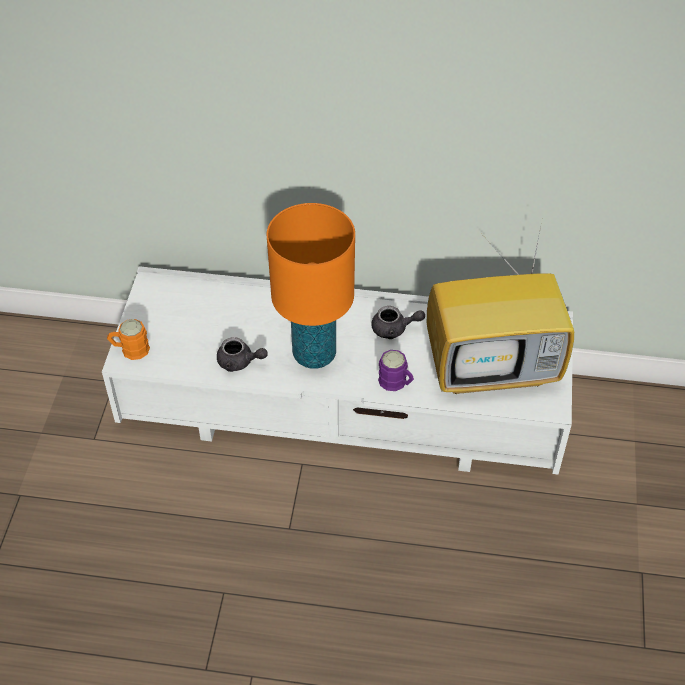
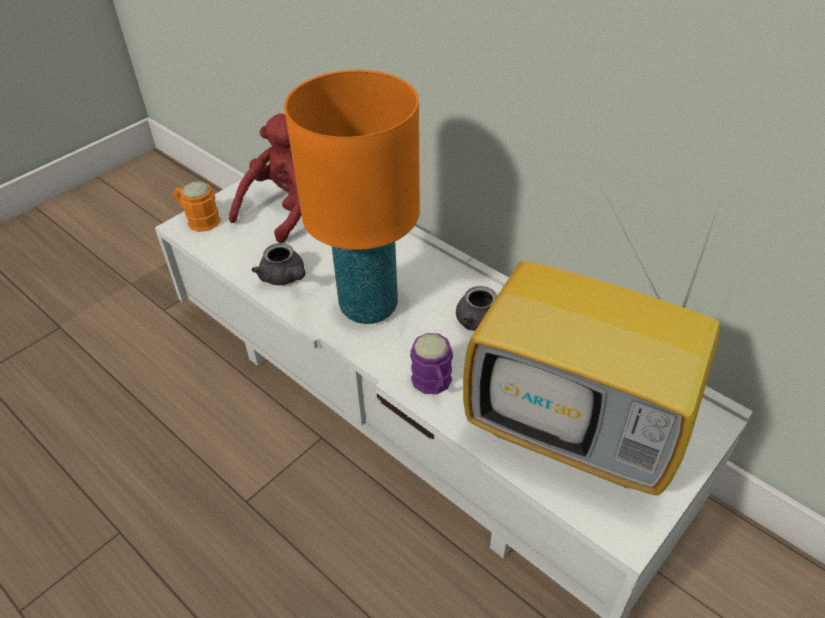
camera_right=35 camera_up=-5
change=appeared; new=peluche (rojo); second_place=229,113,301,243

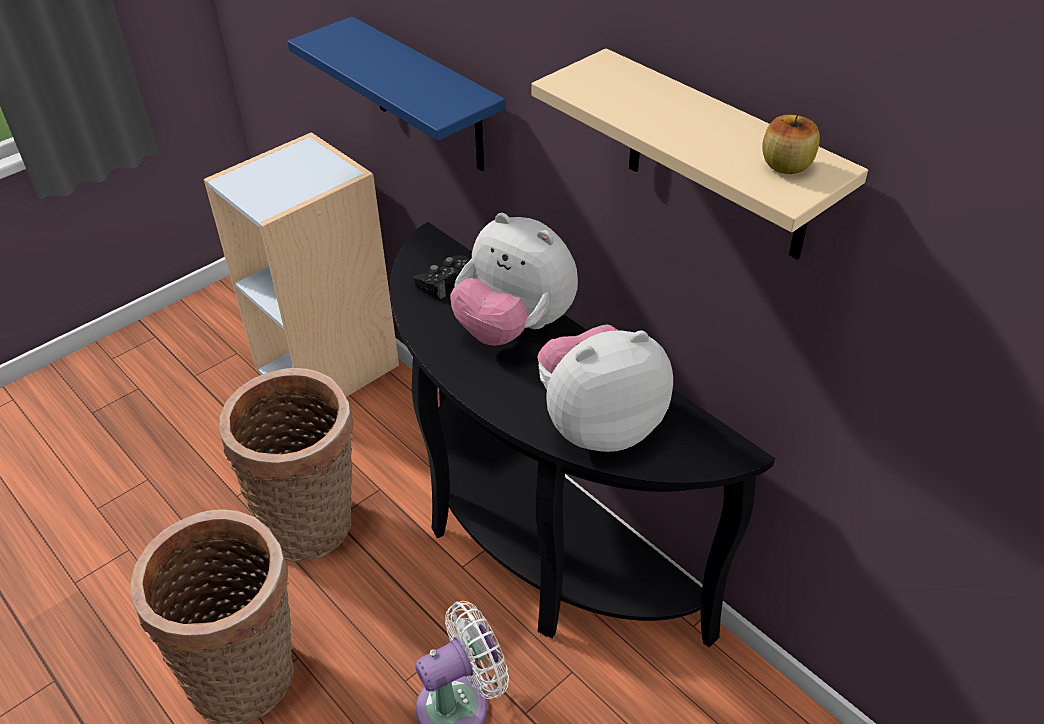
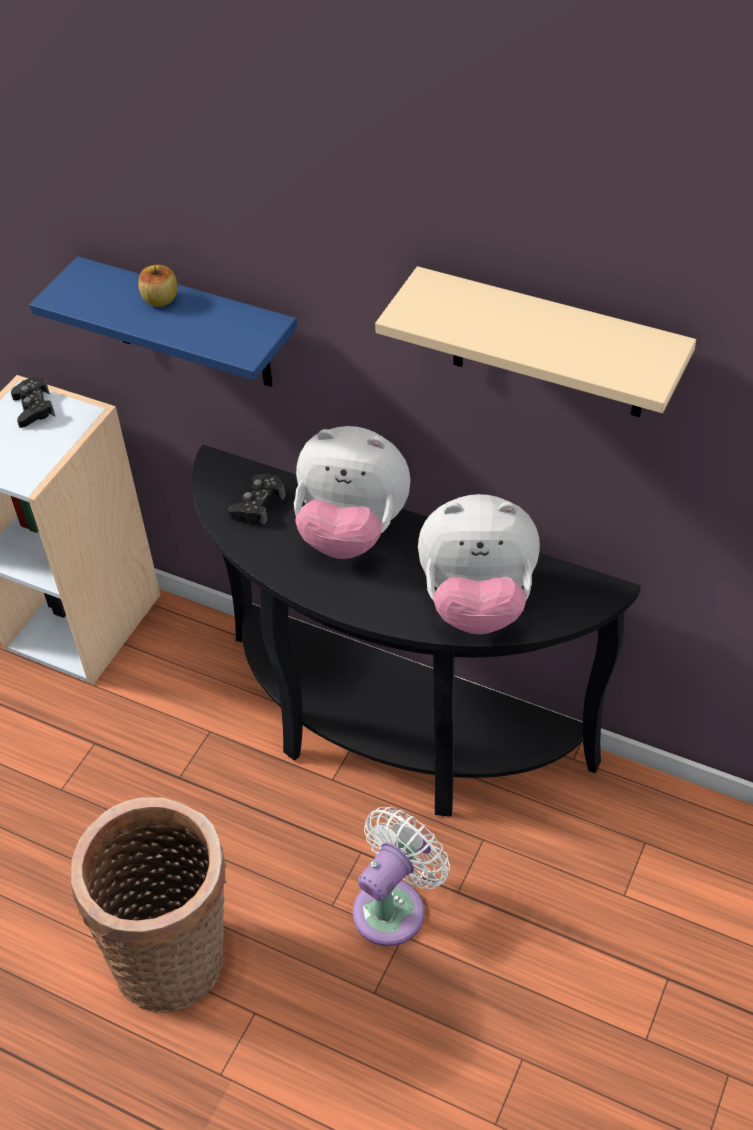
camera_right=-20 camera_up=5
change=missing; old=cesta; first_place=219,368,353,562
change=appeared; new=mando de consola (negro); second_place=11,377,55,428
change=relocated; old=manzana; first_place=762,113,820,174; second_place=138,265,178,307
change=spun; old=peluche; first_place=537,324,673,452; second_place=418,494,540,634; degrees=-135

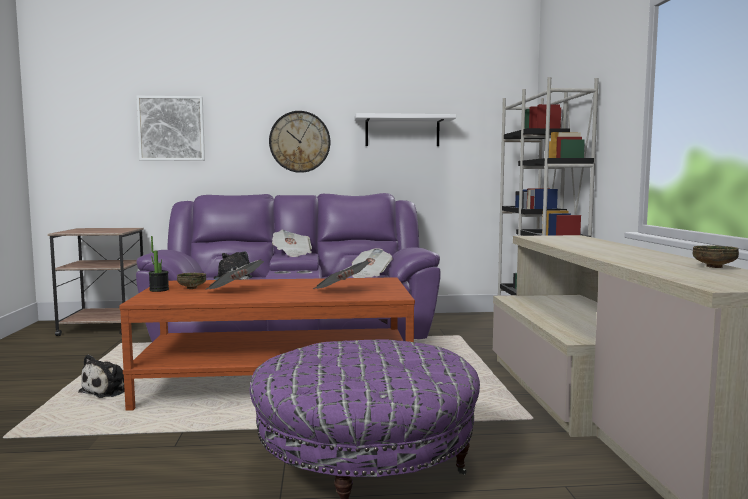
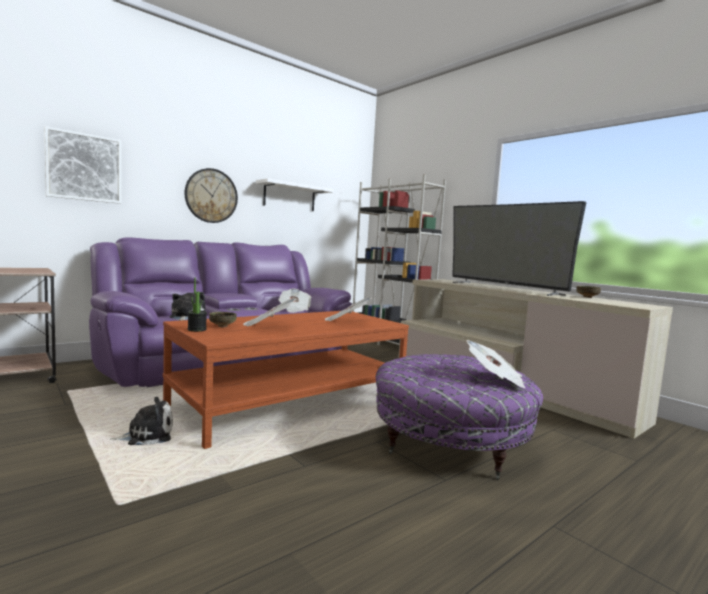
camera_right=-35 camera_up=0
change=appeared; new=televisor; second_place=452,201,587,296
change=relocated; old=periódico; first_place=272,229,312,257; second_place=466,340,526,389
change=spun; old=peluche; first_place=78,355,125,398; second_place=110,397,173,445; degrees=-105

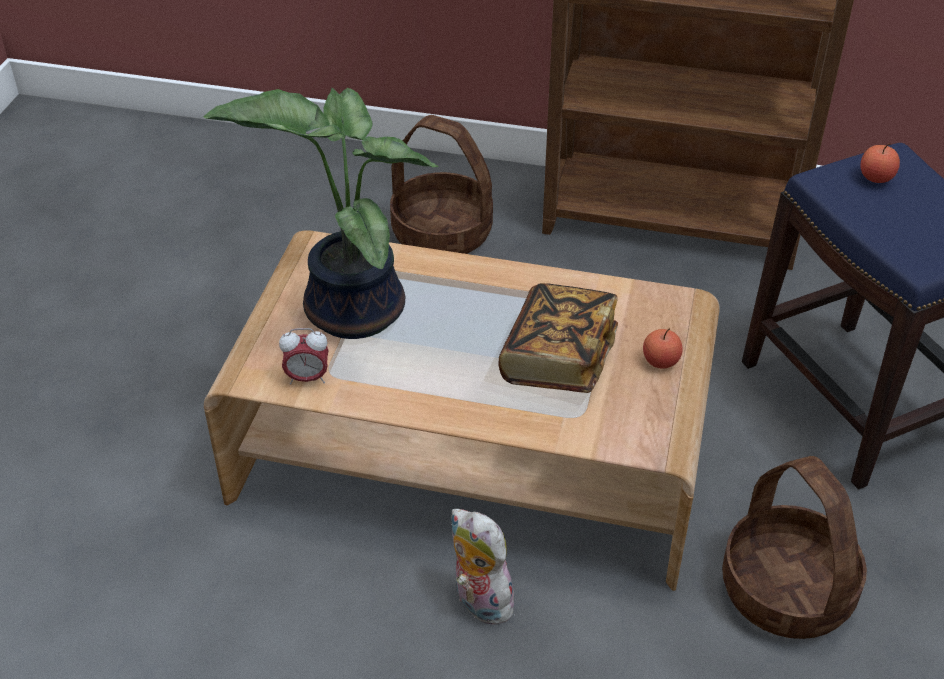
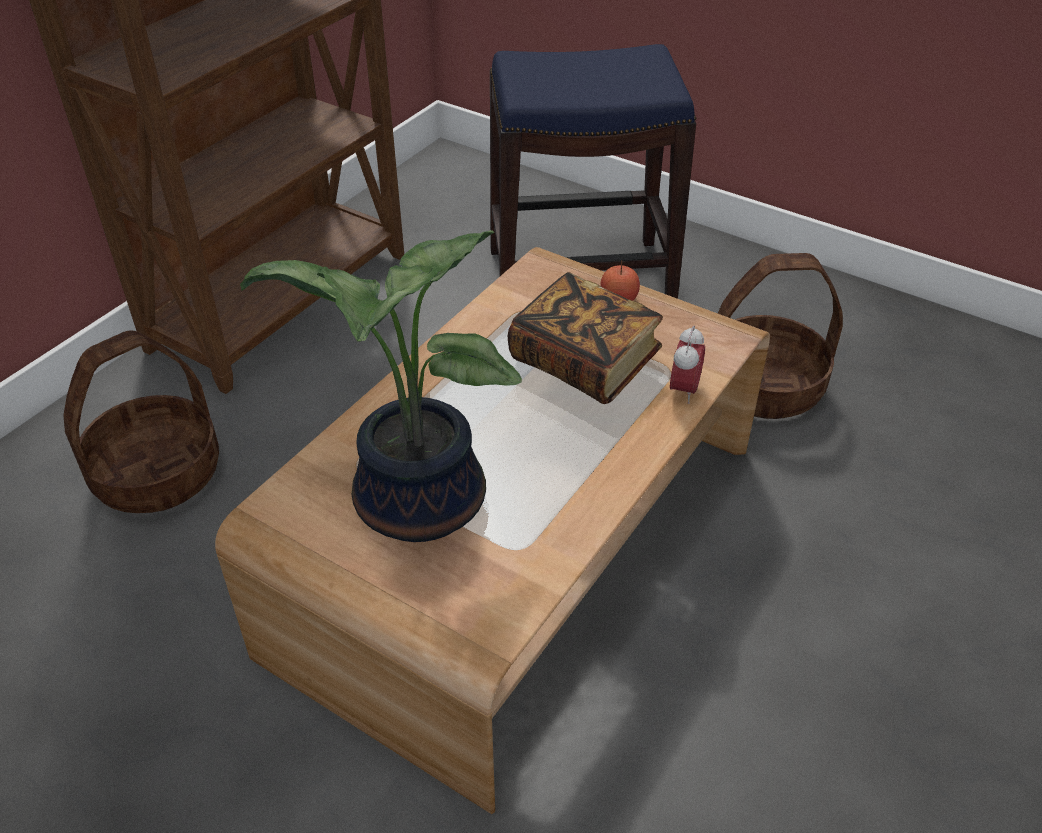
camera_right=-70 camera_up=0
change=missing; old=peluche; first_place=451,509,520,625
change=missing; old=manzana; first_place=860,143,900,183
change=relocated; old=despertador; first_place=279,328,329,384; second_place=670,326,705,404

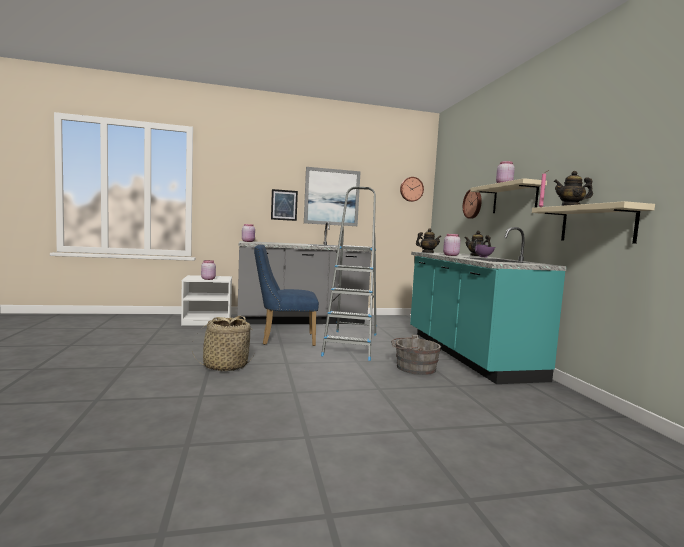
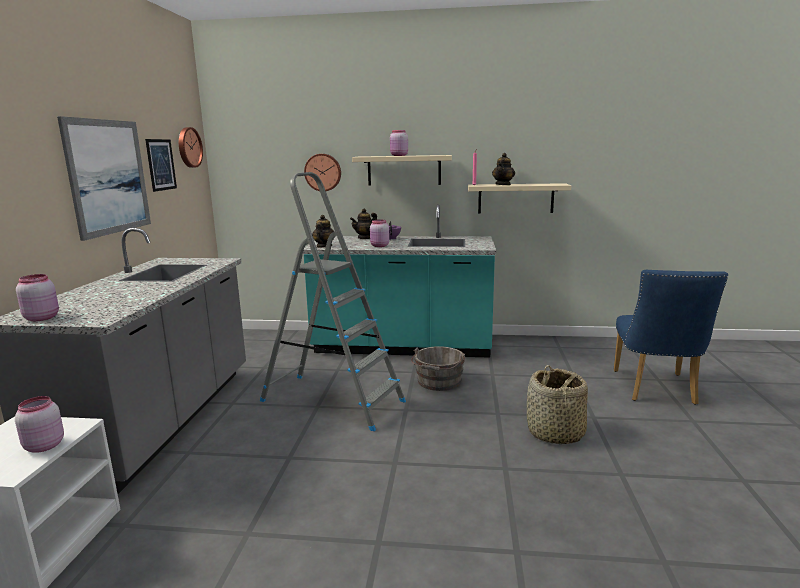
camera_right=-70 camera_up=10
change=relocated; old=cesta; first_place=192,316,253,371; second_place=527,365,588,444
change=relocated; old=silla (azul); first_place=254,245,319,346; second_place=614,270,728,405
change=relocated; old=cuadro; first_place=271,189,298,221; second_place=145,139,177,192

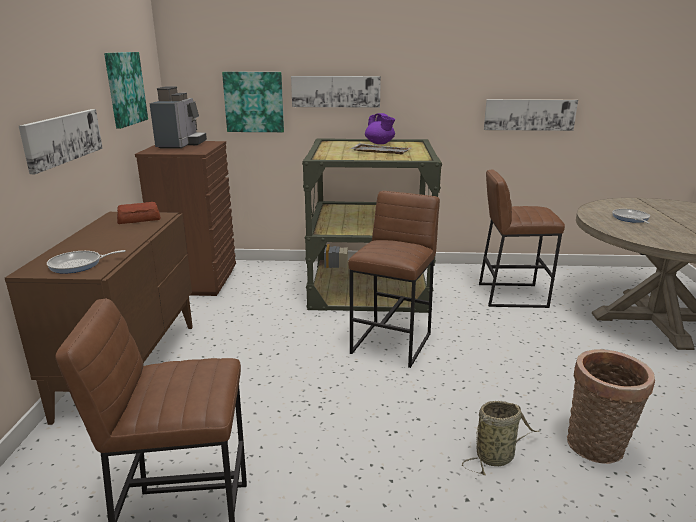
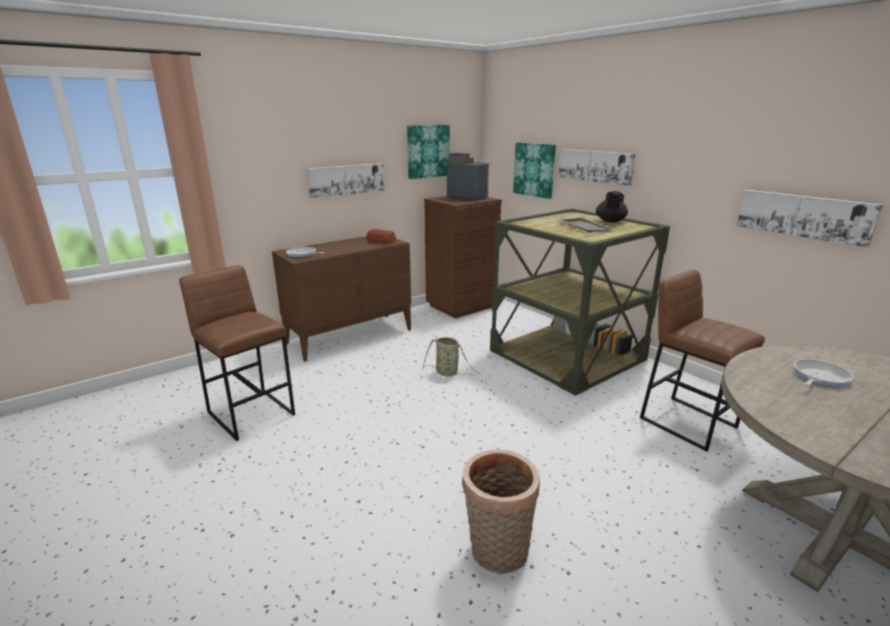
camera_right=50 camera_up=0
change=missing; old=taburete (marrón); first_place=348,191,440,368
change=relocated; old=cesta; first_place=462,401,540,475; second_place=422,337,480,376
change=colour; old=tetera (morado); new=tetera (negro); first_place=365,113,395,144; second_place=596,191,628,222
change=spun; old=cafetera; first_place=149,86,207,149; second_place=447,153,489,200; degrees=-105

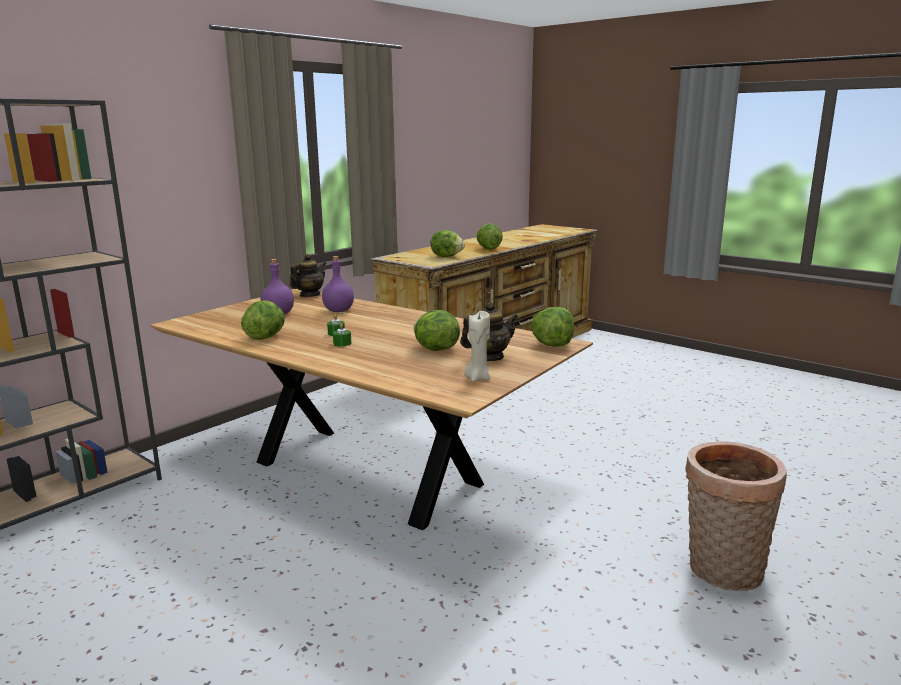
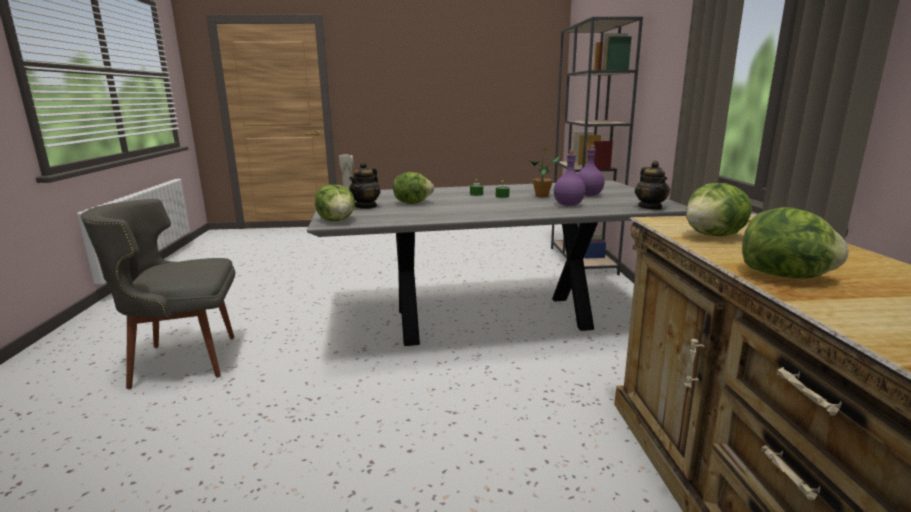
camera_right=135 camera_up=0
change=missing; old=lechuga; first_place=241,300,285,340
change=appeared; new=planta en maceta; second_place=529,147,560,197
change=exchanged; old=cesta; new=silla (gris); first_place=685,441,787,591; second_place=81,199,235,389
change=colour; old=mesa de comedor (marrón); new=mesa de comedor (gris); first_place=151,289,593,530; second_place=307,181,687,346

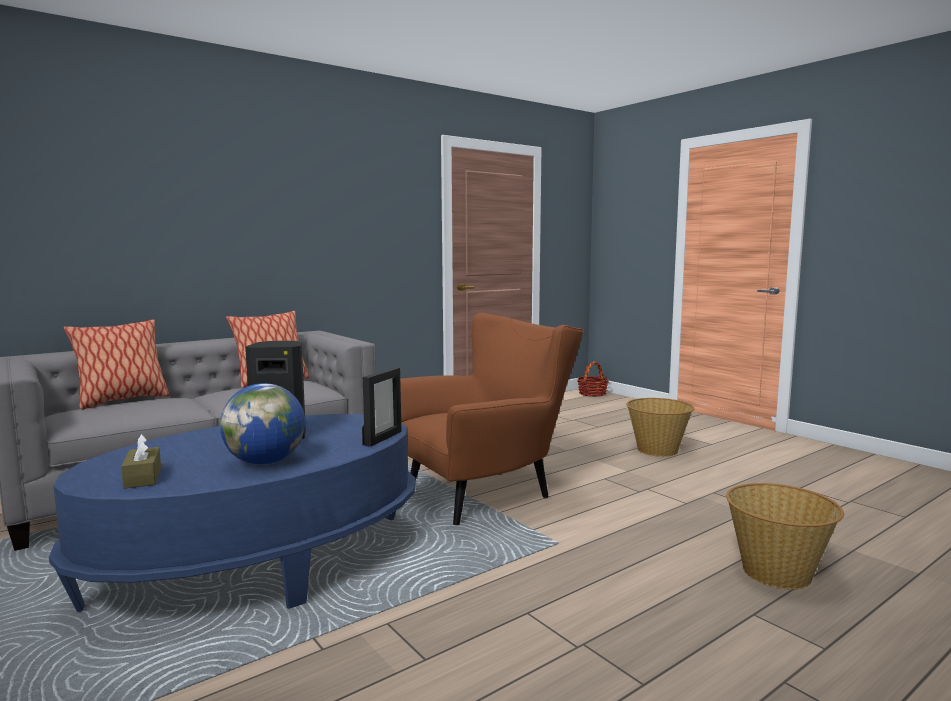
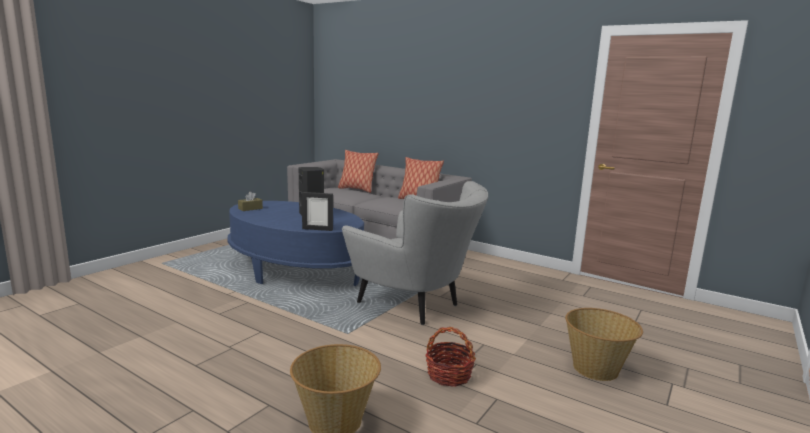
camera_right=70 camera_up=5
change=missing; old=globo terráqueo; first_place=220,383,305,465
change=relocated; old=cesta; first_place=577,361,609,397; second_place=426,327,476,387
change=colour; old=sillón (marrón); new=sillón (gris); first_place=400,313,583,525; second_place=342,181,488,325

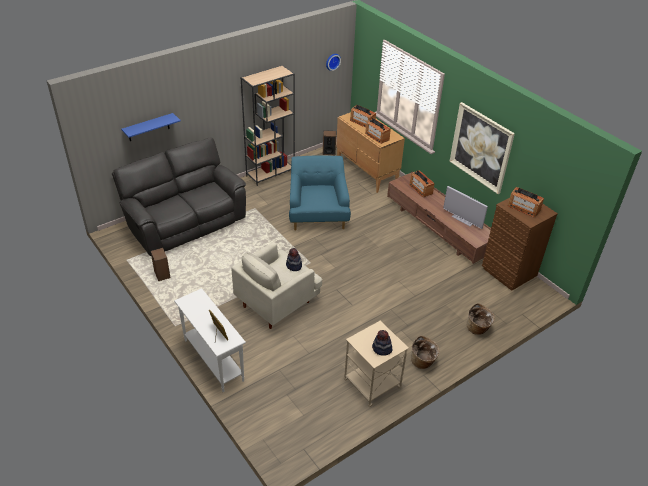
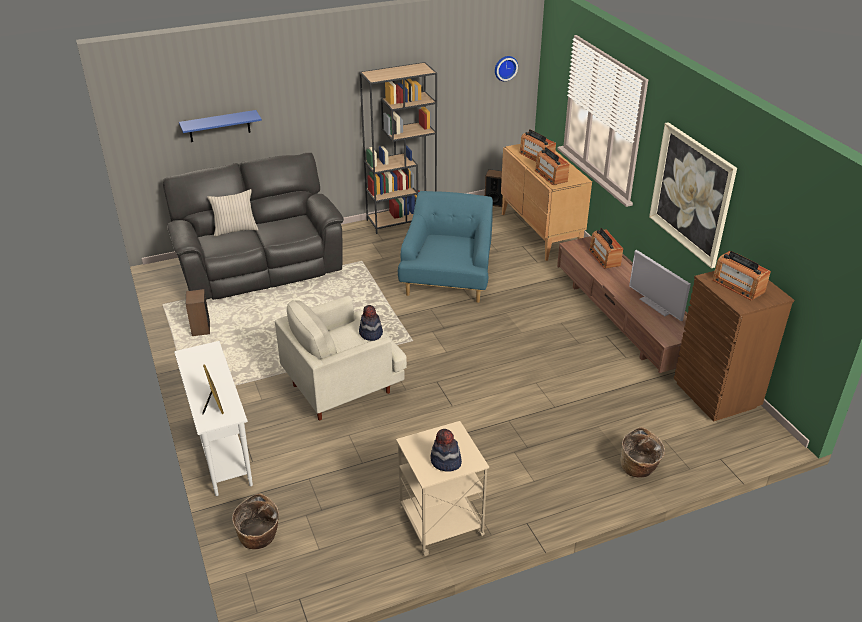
camera_right=15 camera_up=-5
change=appeared; new=cojín (beis); second_place=207,189,258,237
change=relocated; old=cesta; first_place=411,336,439,369; second_place=232,493,279,549

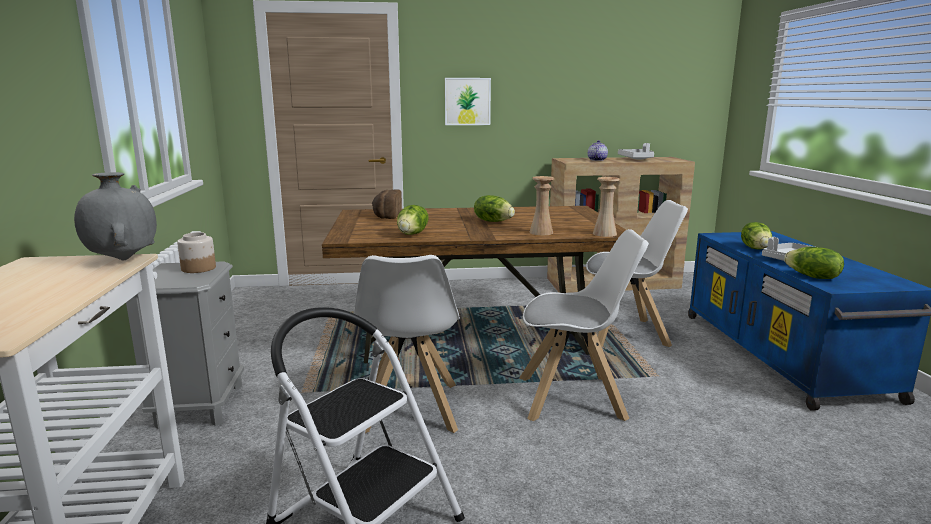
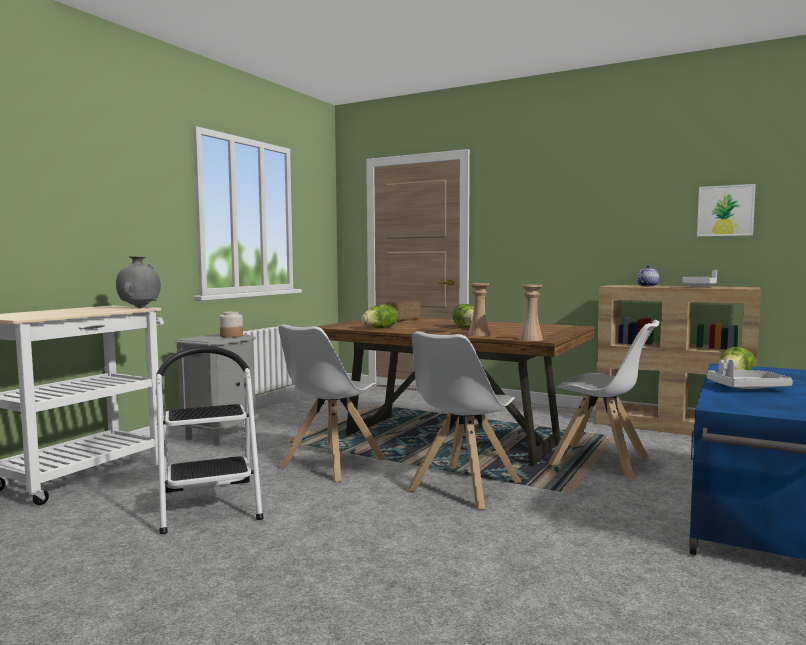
camera_right=35 camera_up=-10
change=missing; old=lechuga; first_place=784,247,844,279
change=relocated; old=cuadro; first_place=445,78,491,125; second_place=697,184,756,237
change=spun; old=silla; first_place=519,229,649,421; second_place=407,331,521,510; degrees=90

